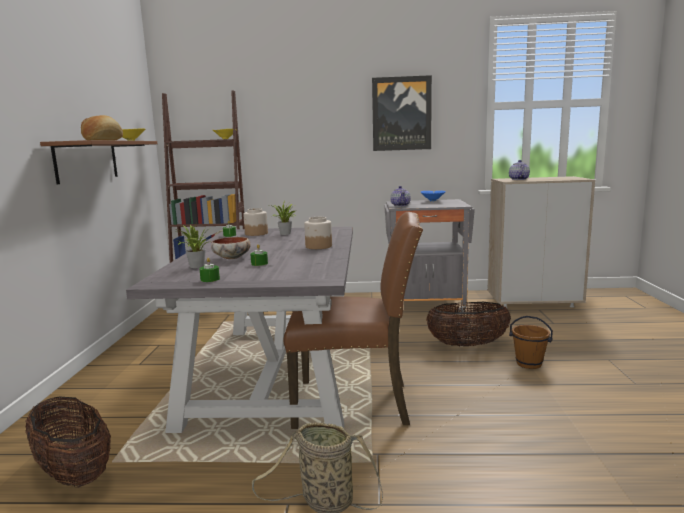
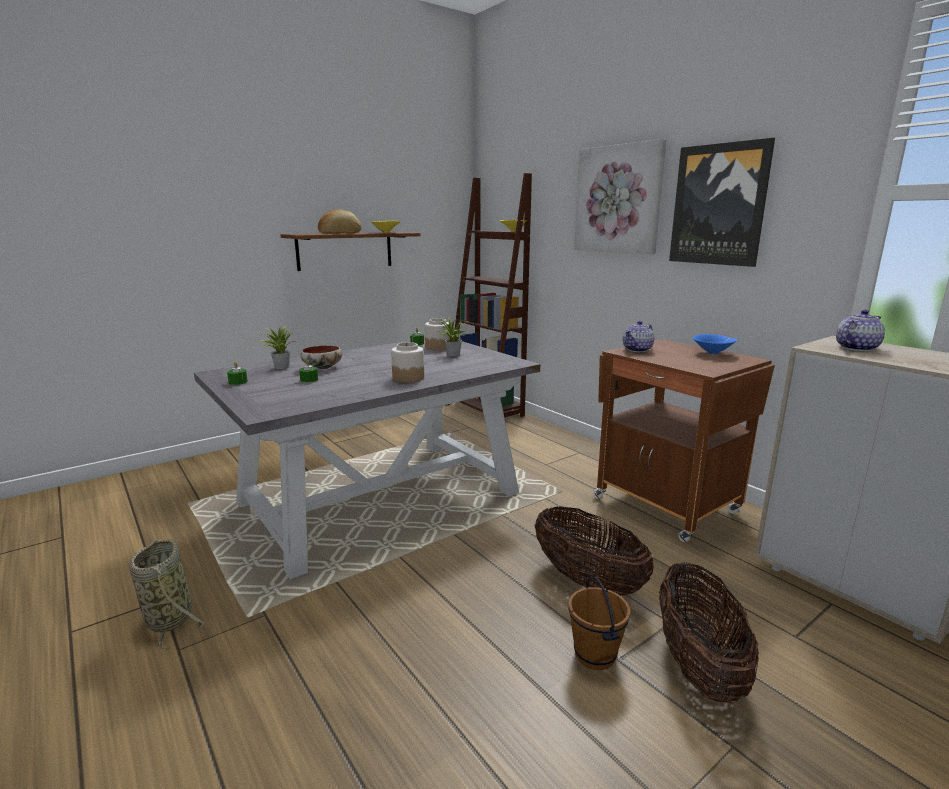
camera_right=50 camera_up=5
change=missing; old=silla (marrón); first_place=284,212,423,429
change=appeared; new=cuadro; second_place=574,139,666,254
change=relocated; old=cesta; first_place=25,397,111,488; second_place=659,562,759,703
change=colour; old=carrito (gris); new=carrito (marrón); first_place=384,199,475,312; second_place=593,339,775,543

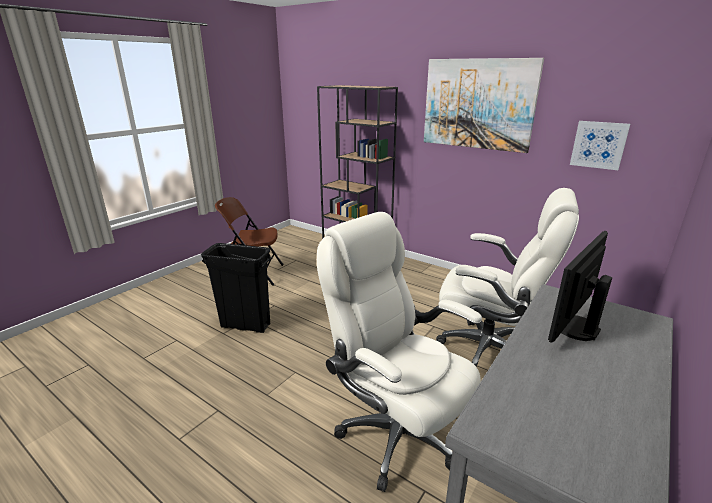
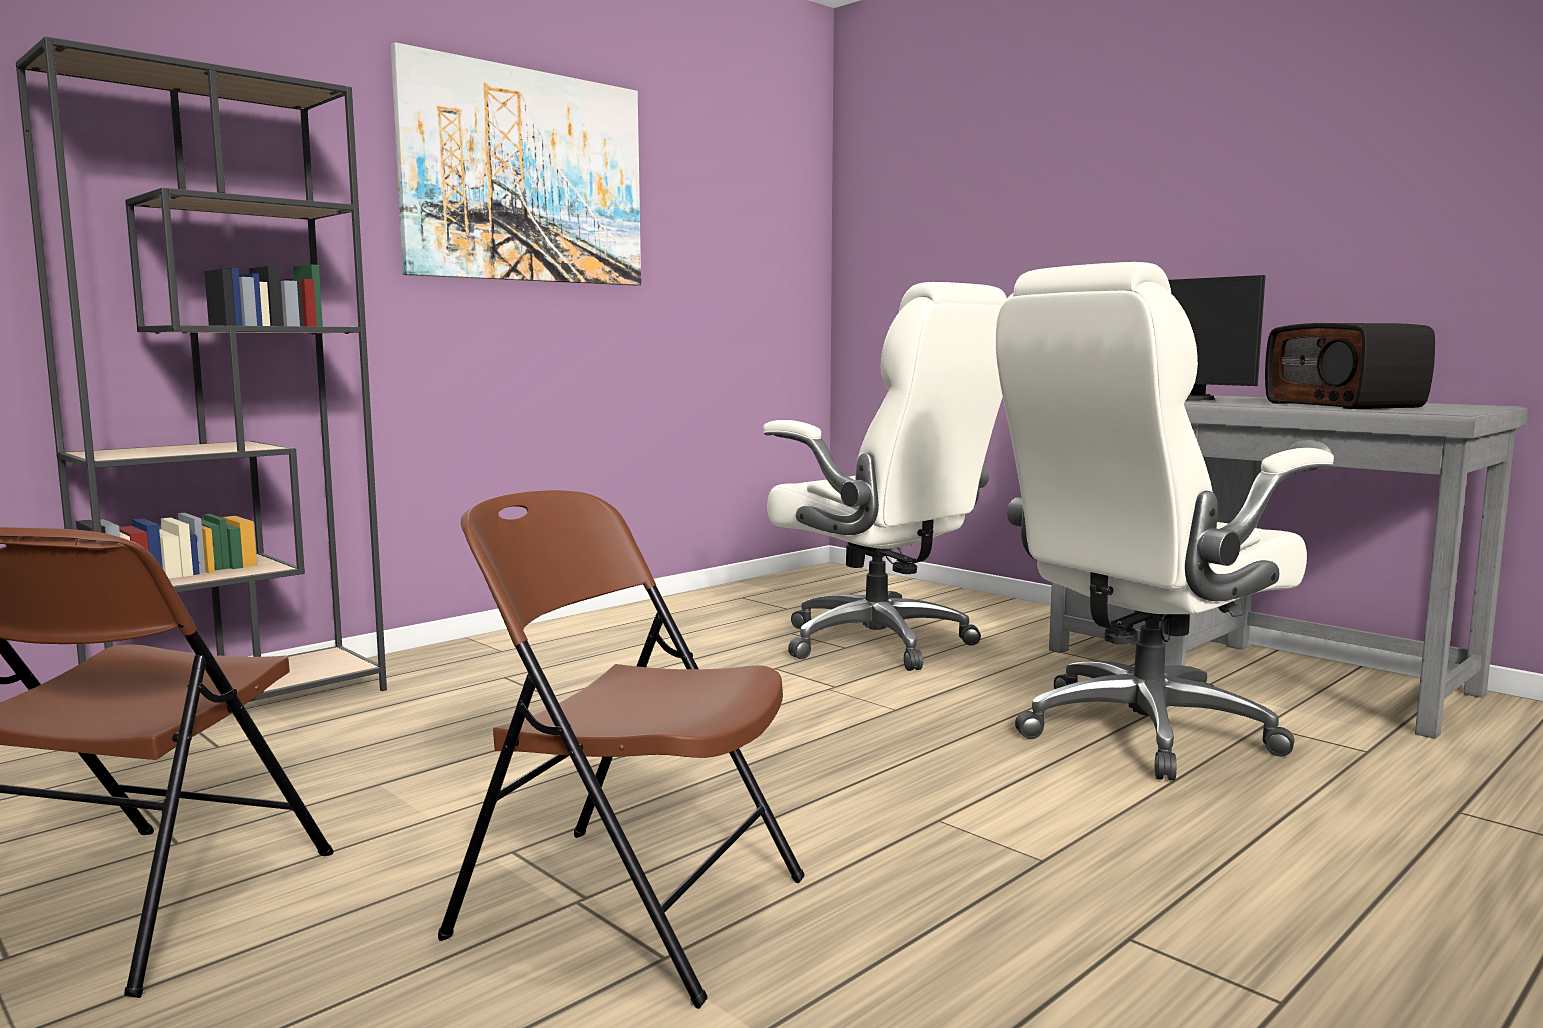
camera_right=-80 camera_up=-15
change=missing; old=cuadro; first_place=570,121,630,170
change=appeared; new=radio; second_place=1265,323,1435,409
change=exchanged; old=papelera (negro); new=silla (marrón); first_place=201,243,272,333; second_place=438,490,805,1009
change=spun; old=silla de oficina (blanco); first_place=436,188,579,367; second_place=763,282,1007,671; degrees=105

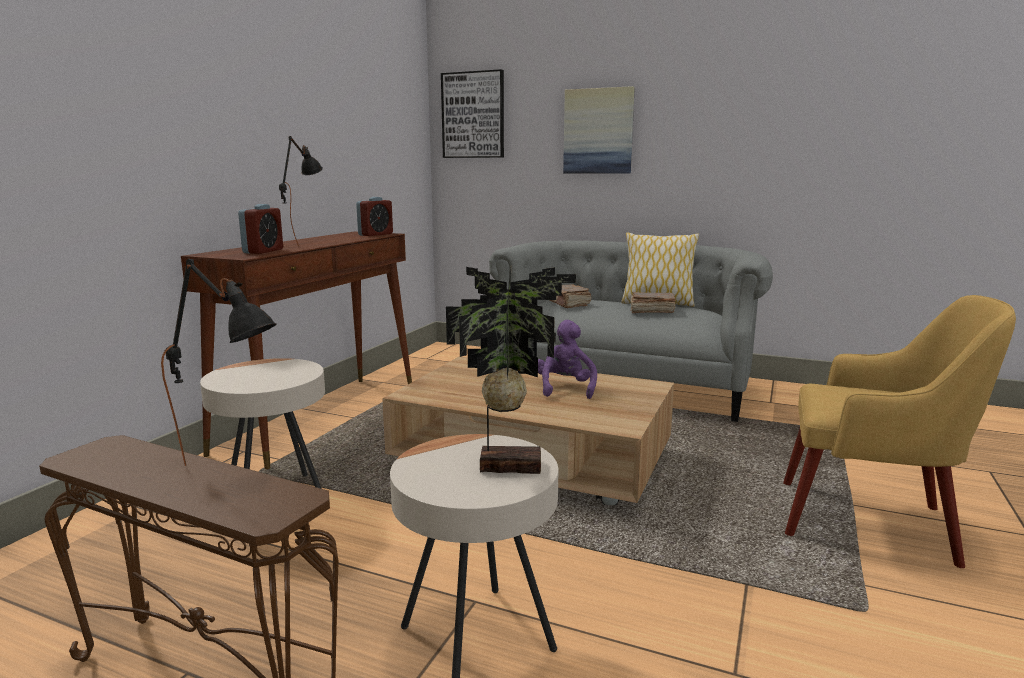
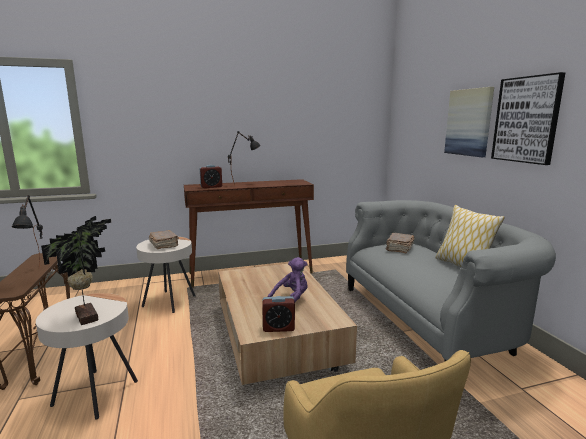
camera_right=50 camera_up=0
change=relocated; old=despertador; first_place=356,197,393,236; second_place=262,296,295,332
change=relocated; old=cuadro; first_place=441,69,504,158; second_place=491,72,566,165
change=relocated; old=libro (marrón); first_place=631,292,676,313; second_place=149,230,179,249

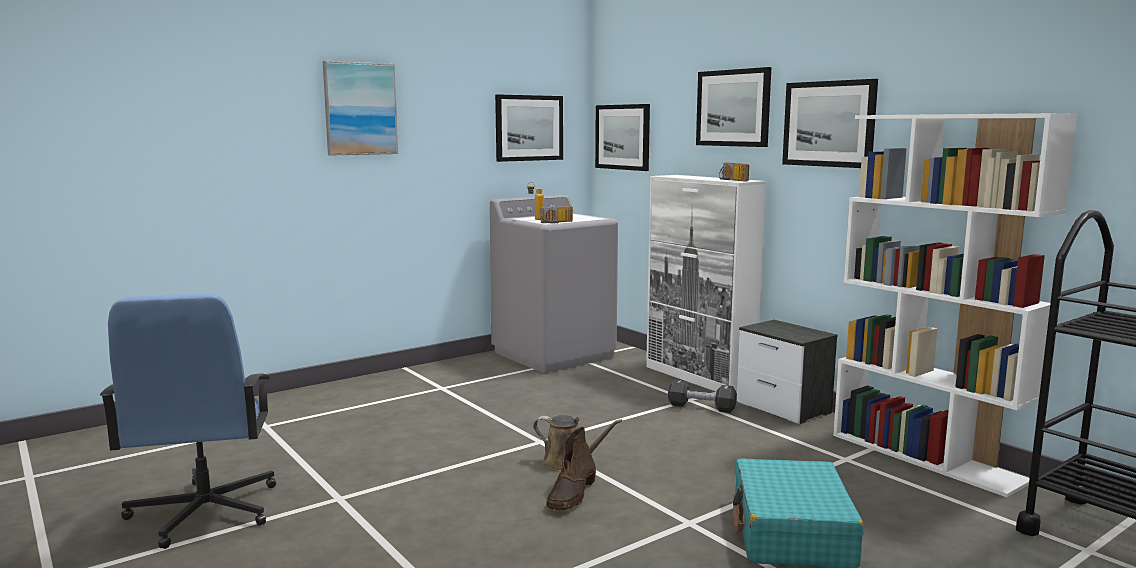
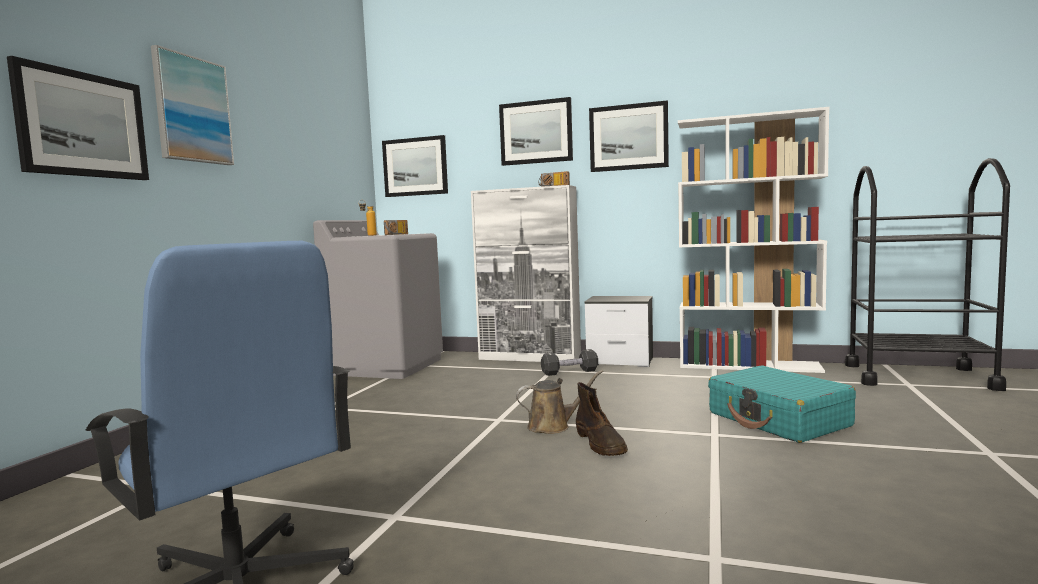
camera_right=-35 camera_up=-5
change=relocated; old=cuadro; first_place=495,94,563,162; second_place=7,56,149,180

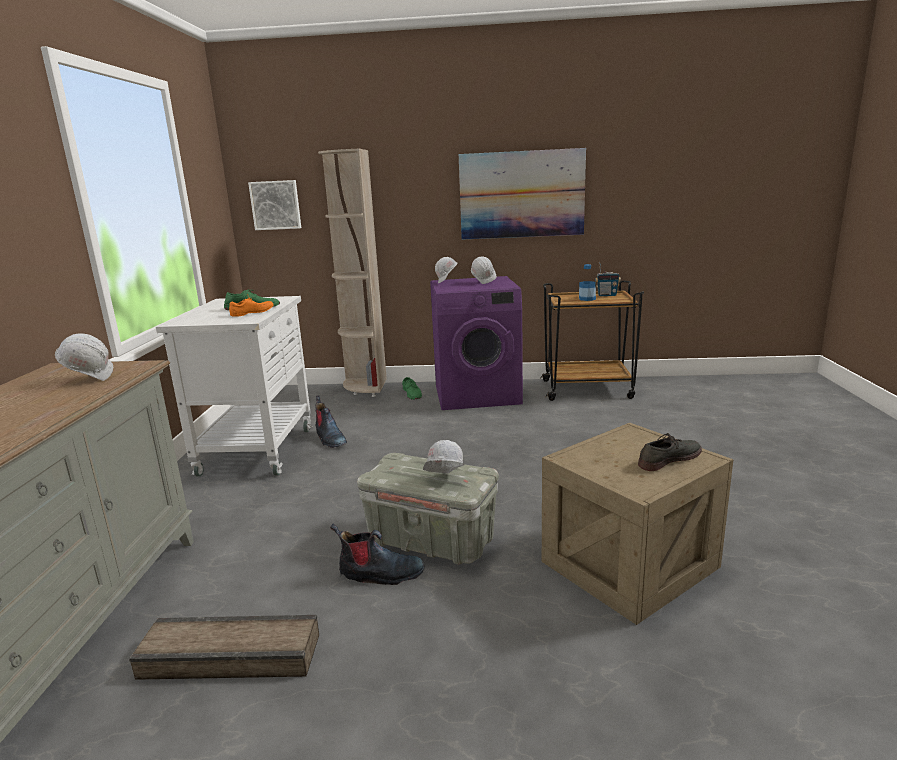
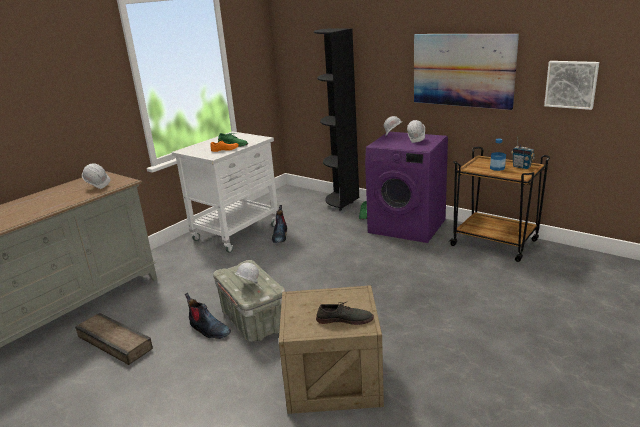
camera_right=35 camera_up=5
change=relocated; old=cuadro; first_place=248,180,301,230; second_place=544,61,599,110
change=colour; old=estantería (beis); new=estantería (negro); first_place=318,149,387,397; second_place=314,28,359,210

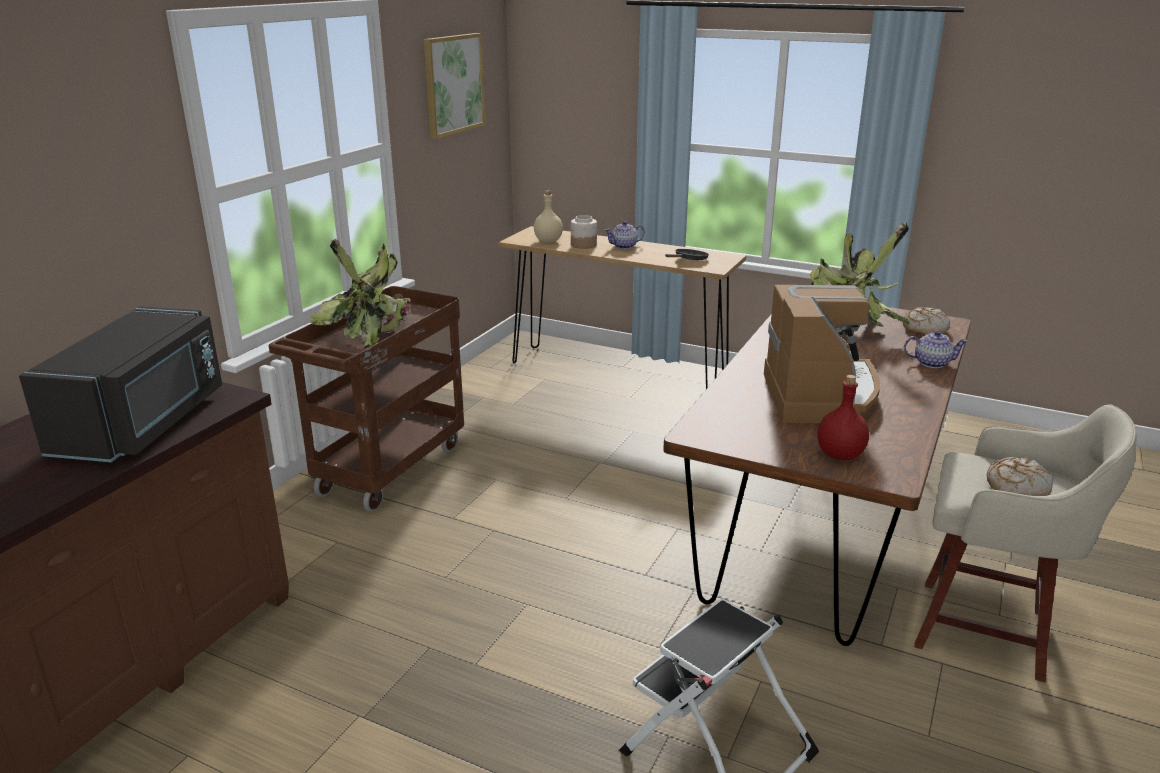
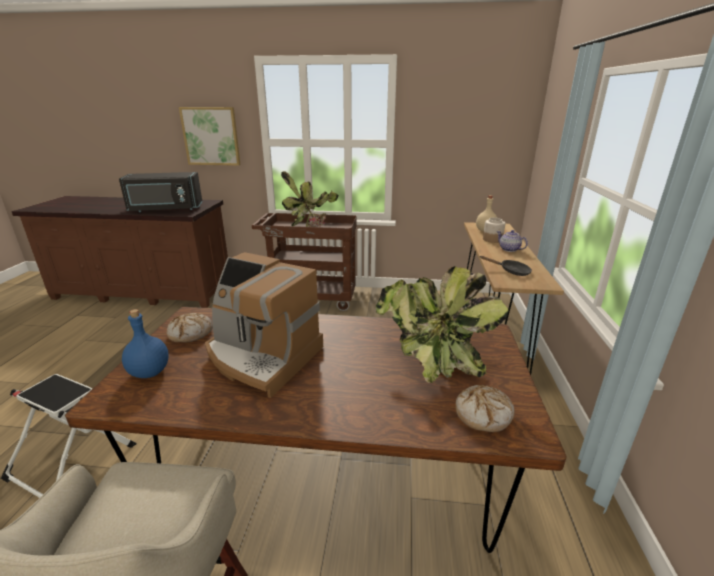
camera_right=70 camera_up=0
change=missing; old=tetera; first_place=904,330,968,368
change=relocated; old=cuadro; first_place=424,33,485,139; second_place=179,107,241,166
change=relocated; old=pan; first_place=987,457,1053,496; second_place=167,313,213,343
change=colour; old=botella (rojo); new=botella (azul); first_place=818,375,869,460; second_place=122,309,169,378
change=spun; old=cafetera; first_place=764,285,880,423; second_place=205,252,323,398; degrees=45

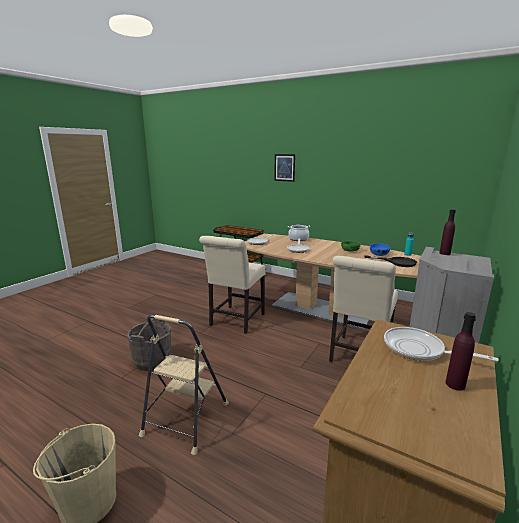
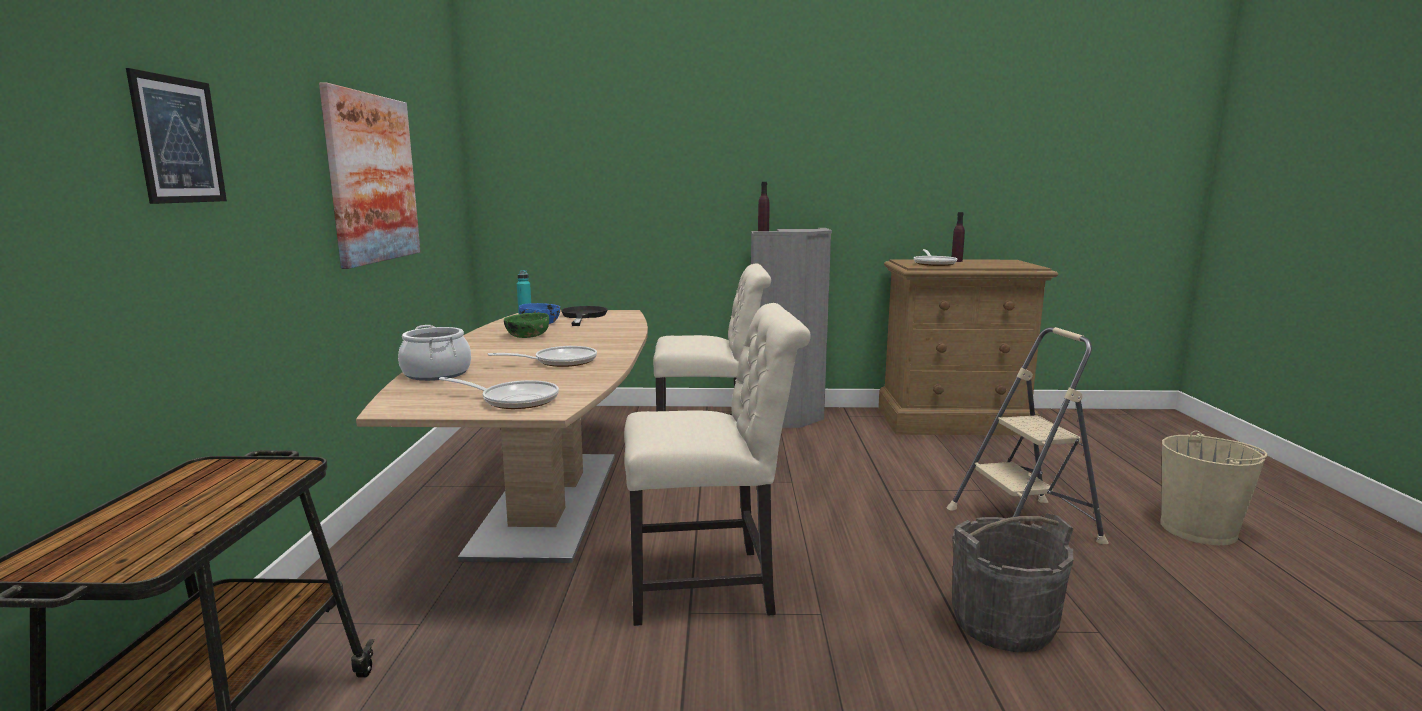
camera_right=-120 camera_up=-5
change=appeared; new=cuadro; second_place=319,83,421,269

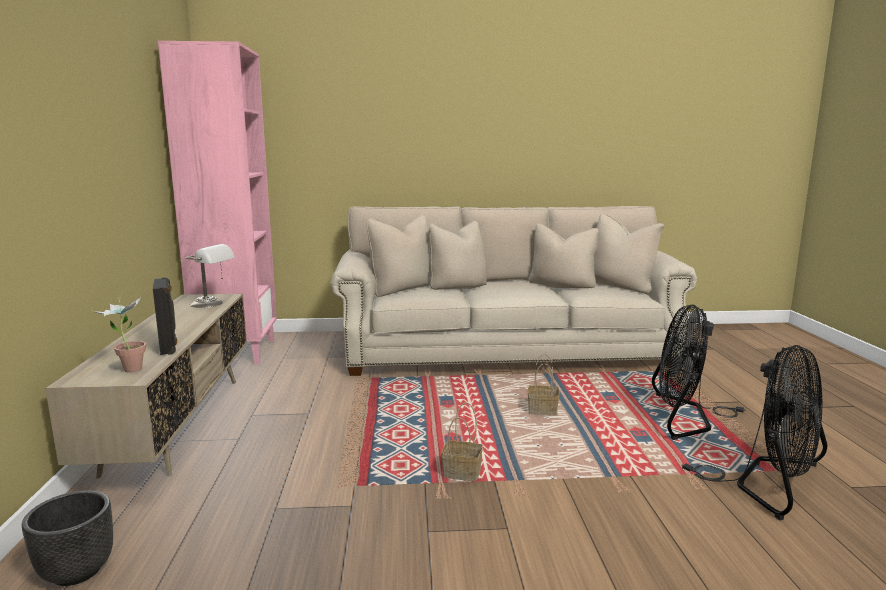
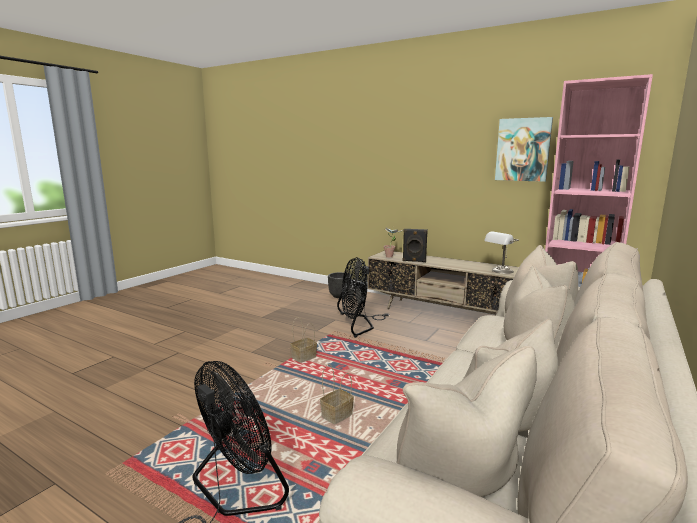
camera_right=125 camera_up=0
change=appeared; new=cuadro; second_place=495,117,553,182
change=relocated; old=ventilador (negro); first_place=681,345,827,521; second_place=337,257,390,337

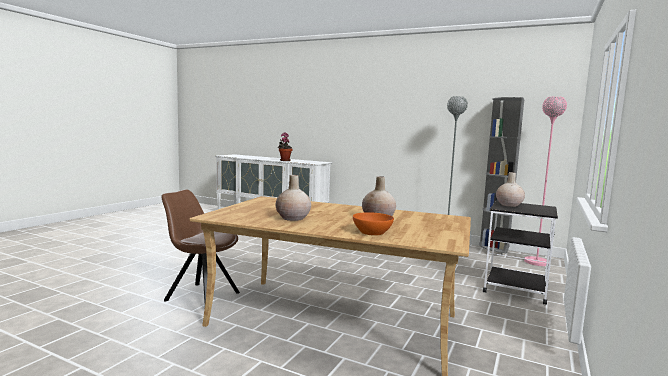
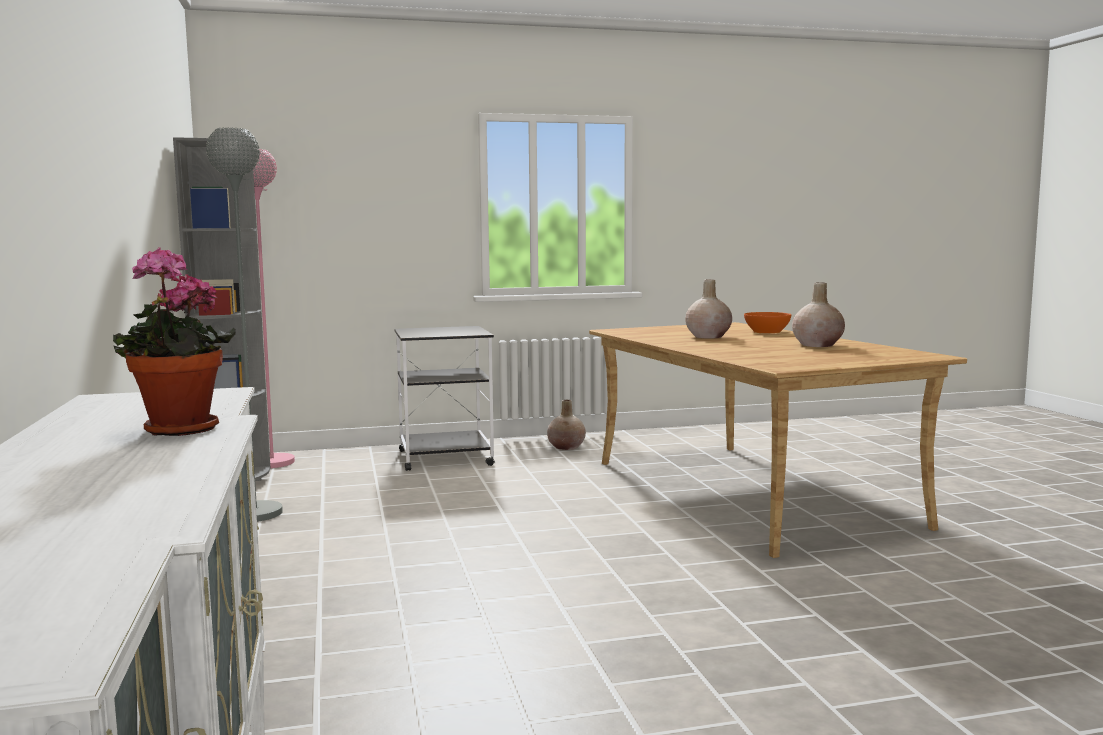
camera_right=-130 camera_up=0
change=missing; old=silla (marrón); first_place=162,189,240,302
change=relocated; old=florero (beis); first_place=496,172,525,207; second_place=547,400,586,450

